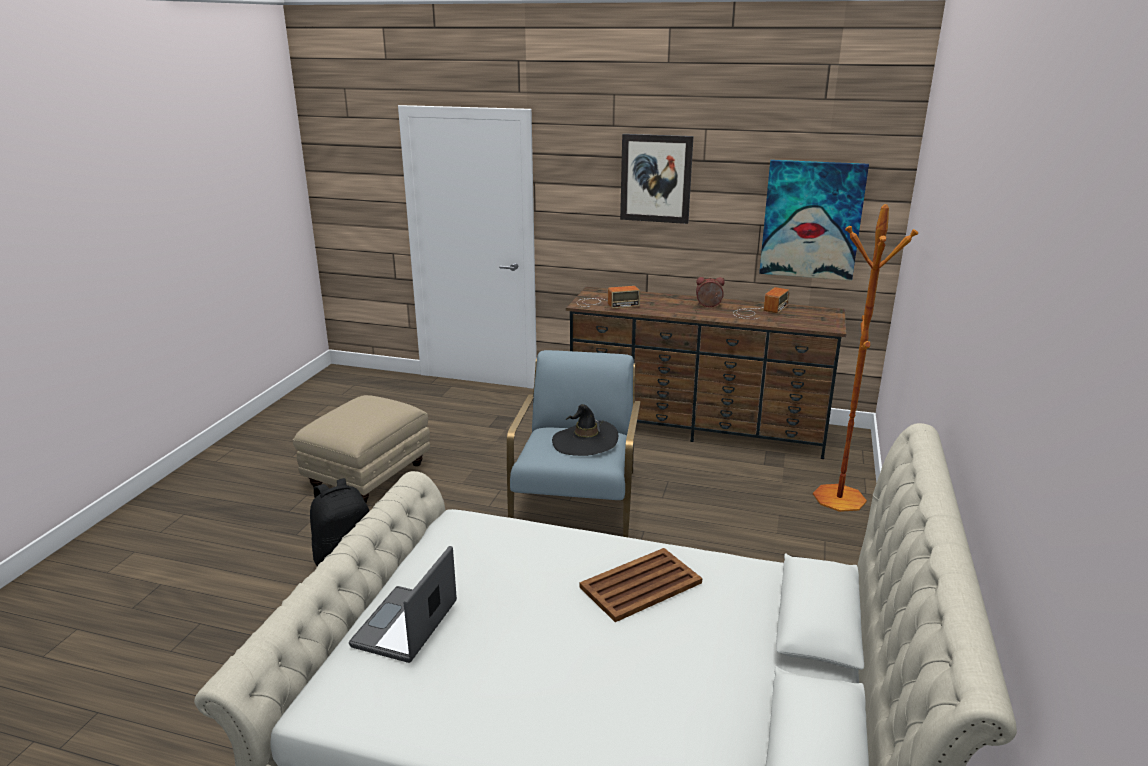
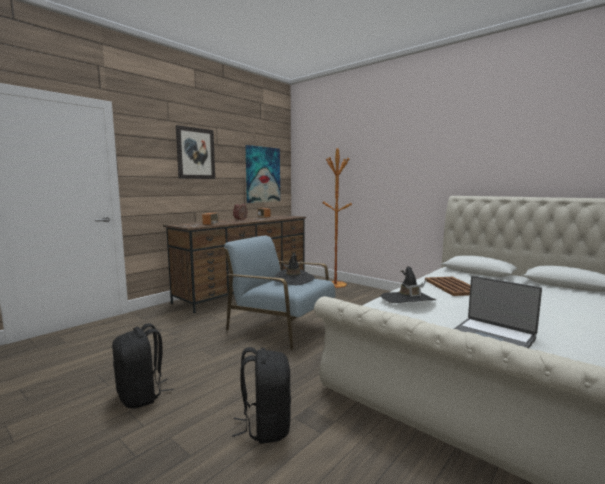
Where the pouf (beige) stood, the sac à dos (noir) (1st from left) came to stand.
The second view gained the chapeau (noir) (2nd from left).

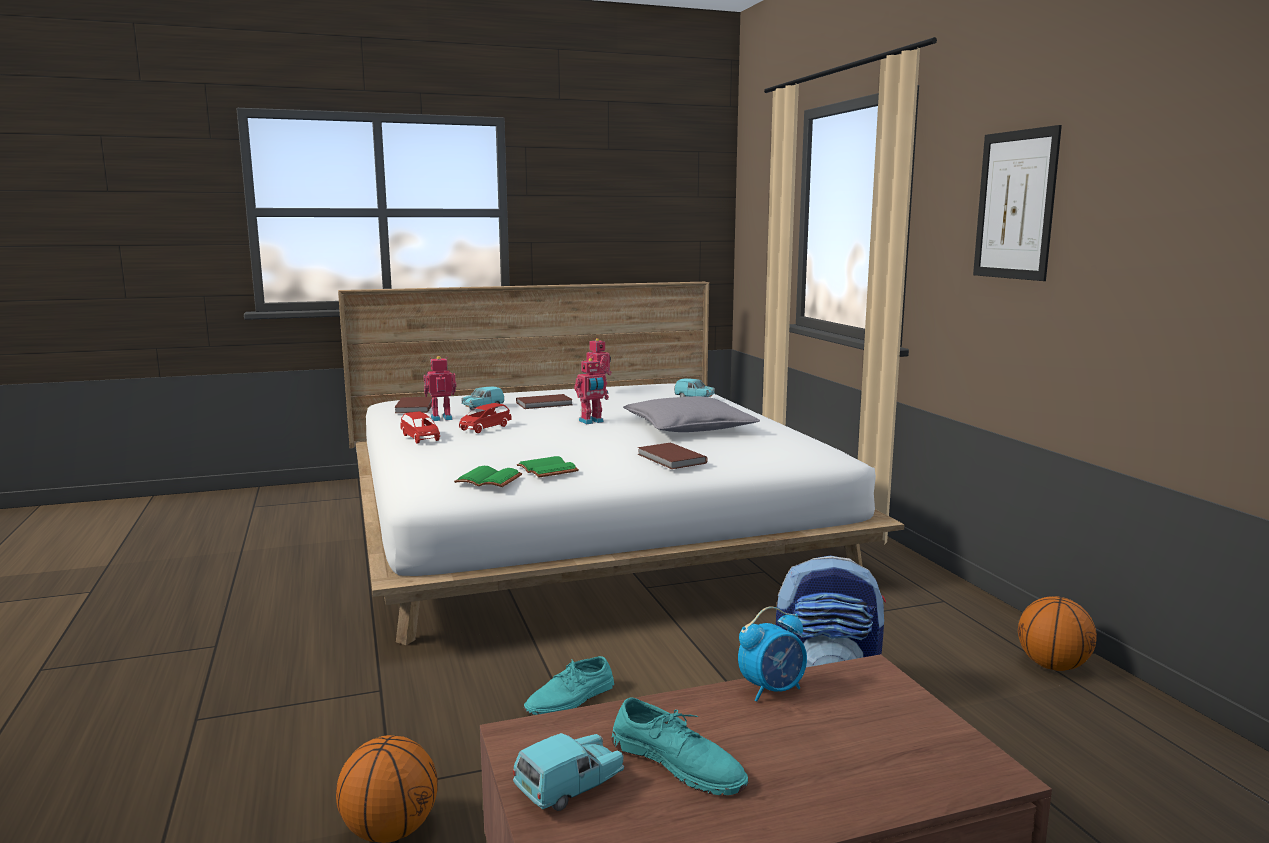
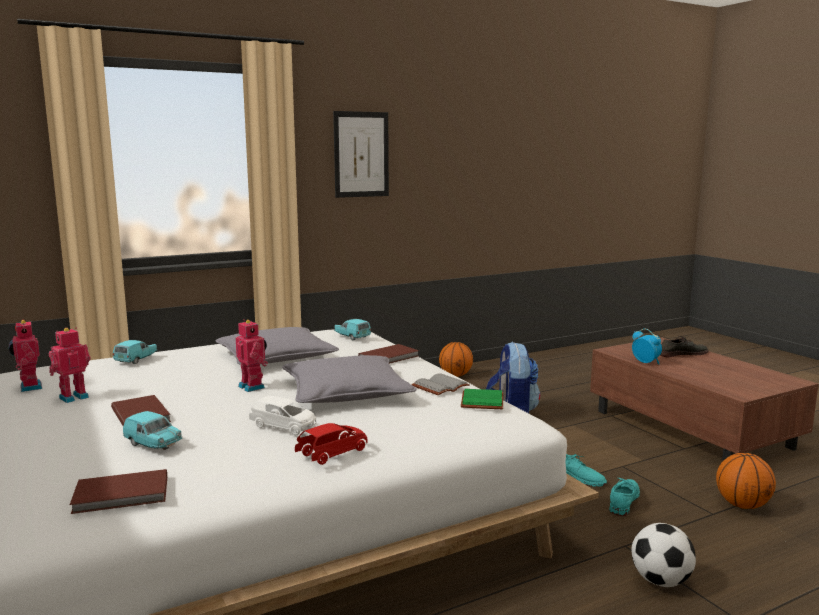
The robot jouet (1st from left) ended up elsewhere.
What was the petite voiture (rouge) (2nd from left) turned into the petite voiture (blanc).
The second view gained the coussin (gris) (2nd from left).
The petite voiture (turquoise) (2nd from left in the first image) ended up elsewhere.
What was the livre (vert) (2nd from left) turned into the livre (gris).
The chaussure (turquoise) (2nd from left) ended up elsewhere.
The second view gained the ballon de foot.
The second view gained the chaussure (gris).

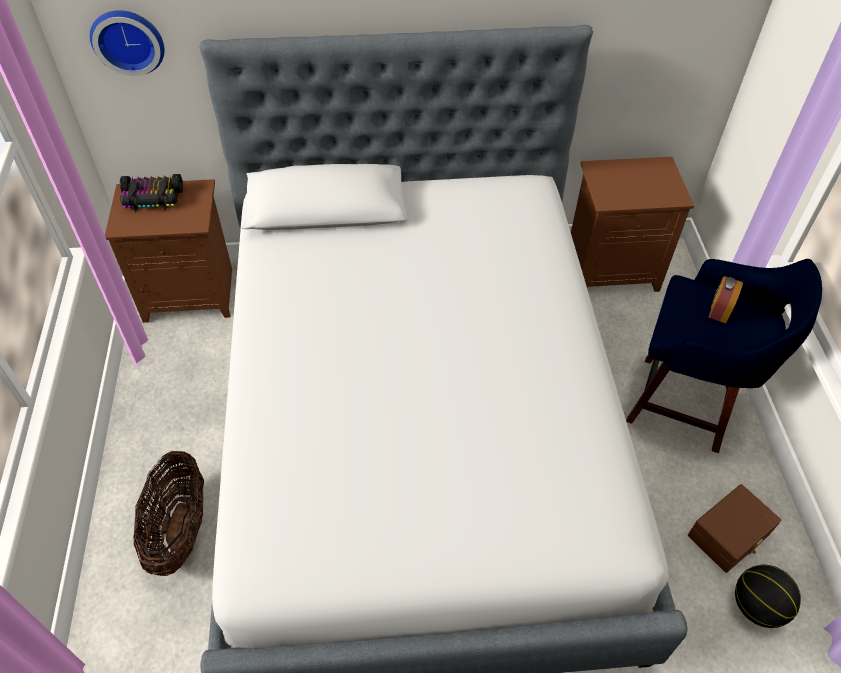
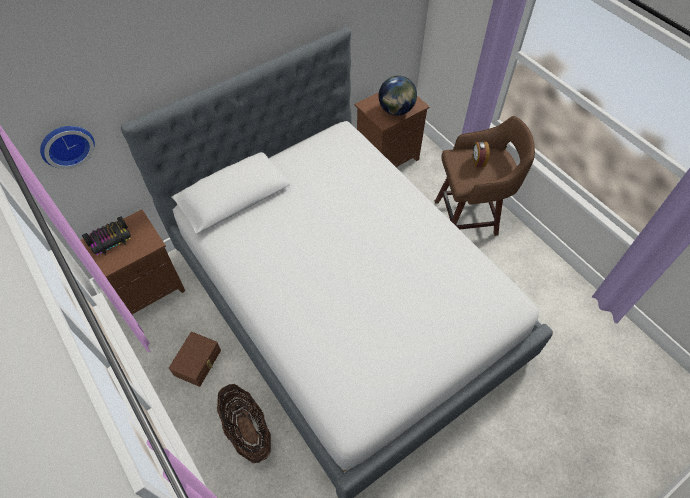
The boîte de rangement (marron) ended up elsewhere.
The second view gained the globe.
What was the tabouret (bleu) turned into the tabouret (marron).
The second view lost the ballon de basket.

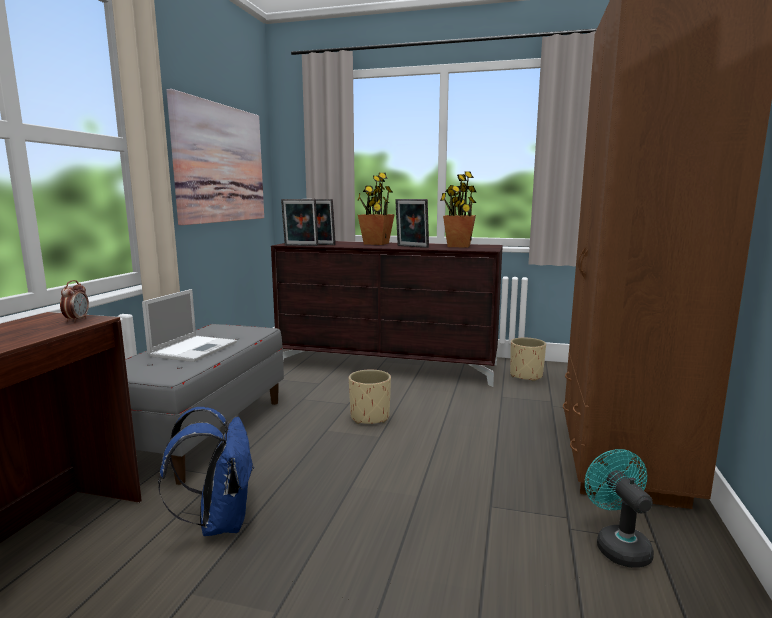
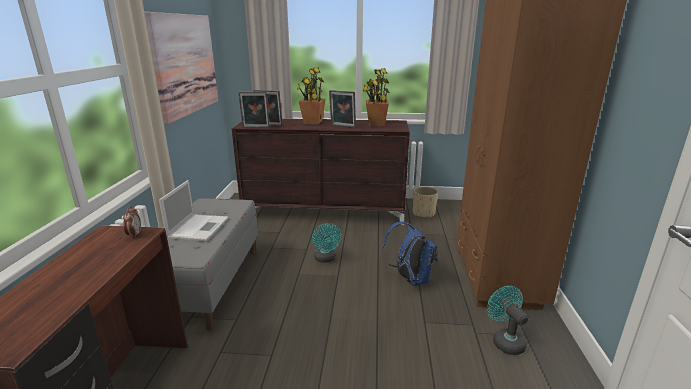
Where the cache-pot (beige) (1st from left) stood, the ventilateur (turquoise) (1st from left) came to stand.
The sac à dos (bleu) ended up elsewhere.

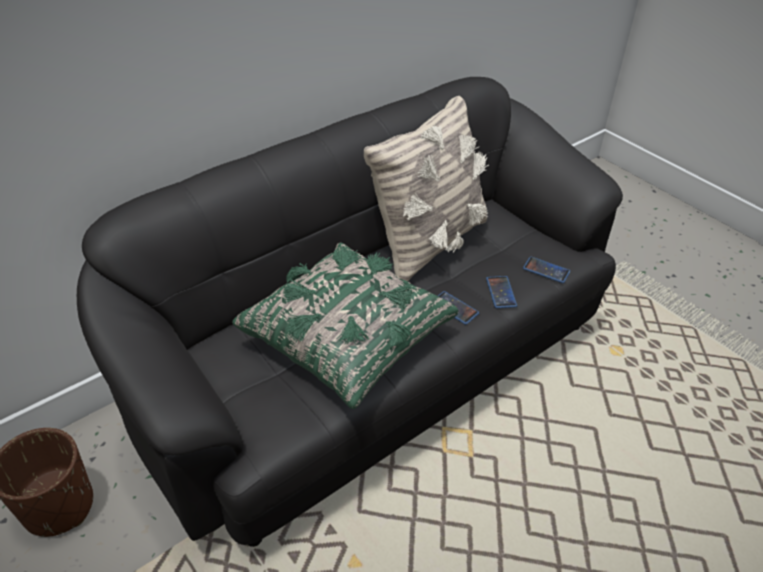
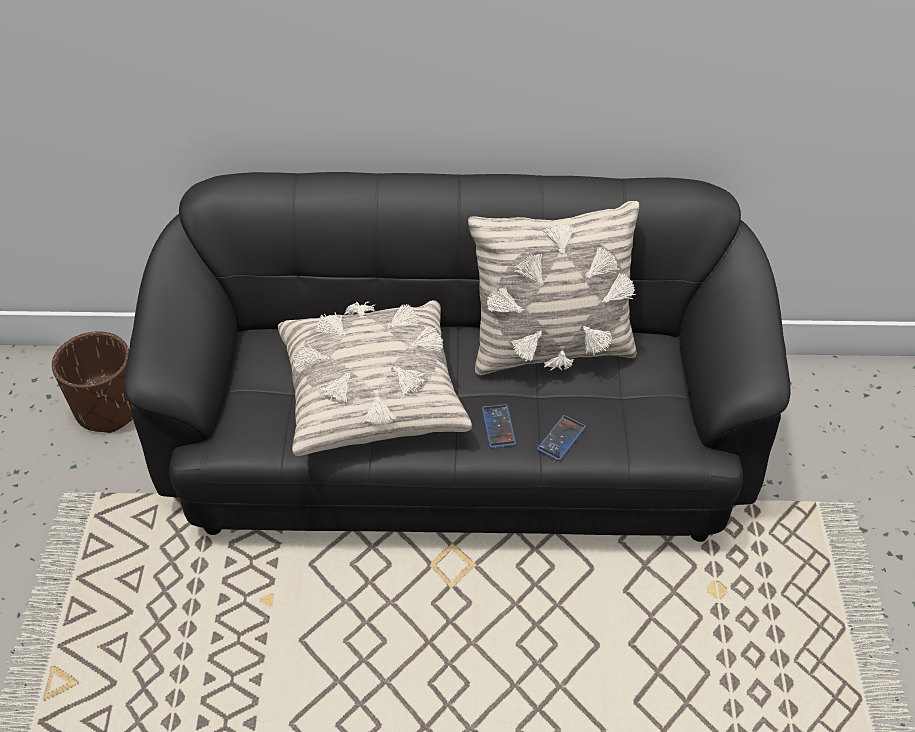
What was the coussin (vert) turned into the coussin (beige) (1st from left).
The second view lost the téléphone (3rd from left).

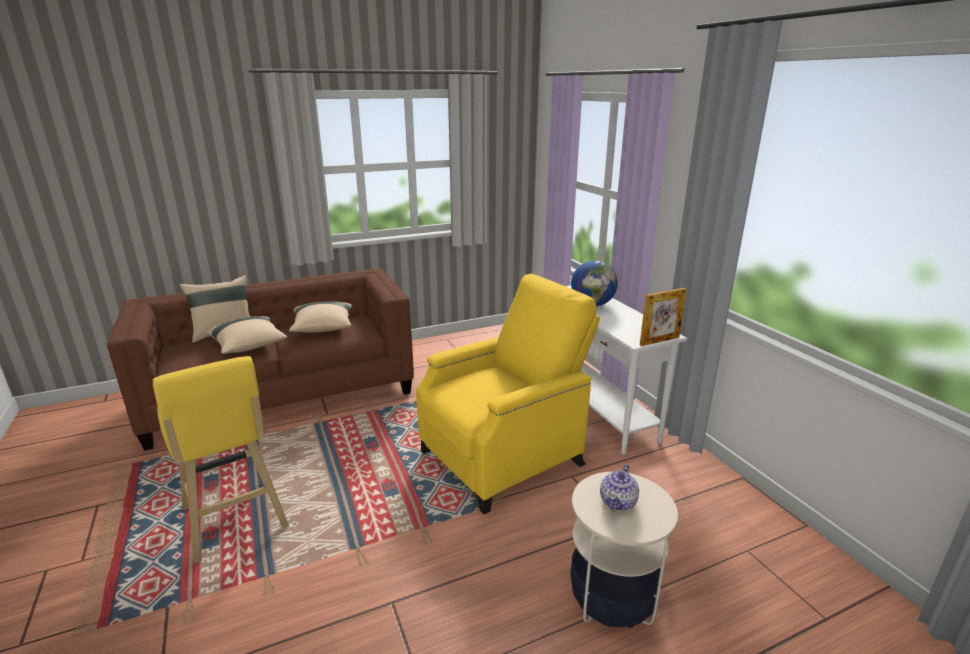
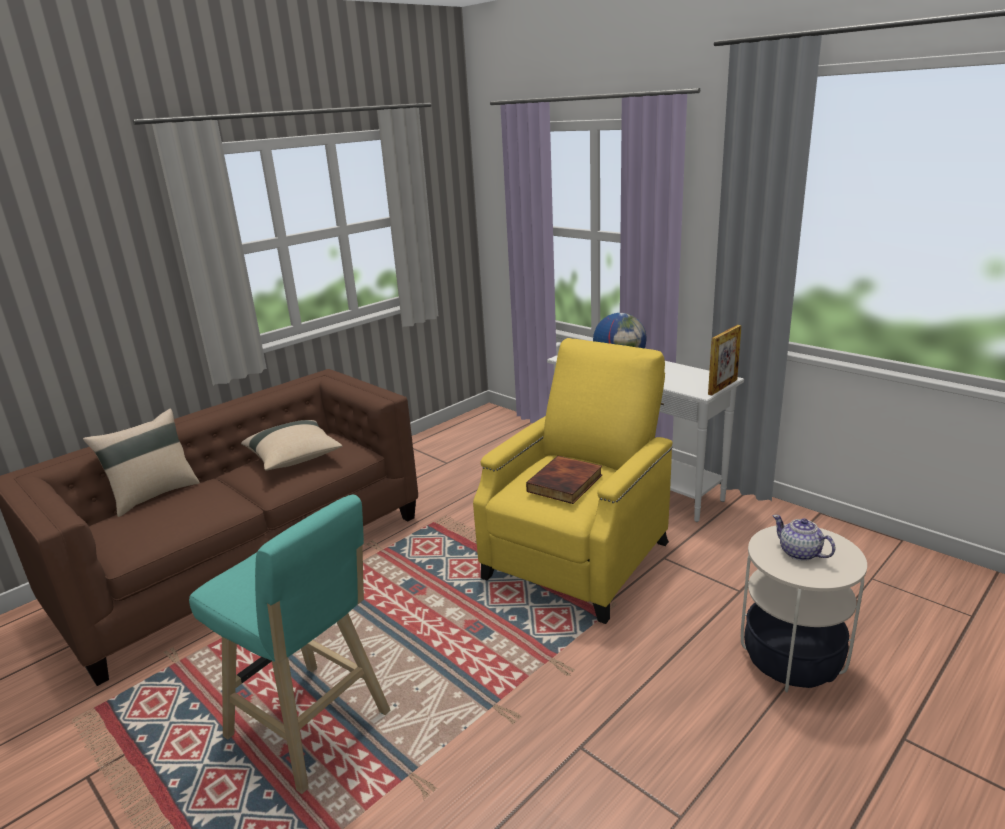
What was the tabouret (jaune) turned into the tabouret (turquoise).
The second view gained the livre.
The théière ended up facing another way, 135 degrees clockwise from before.
The second view lost the coussin (beige) (2nd from left).

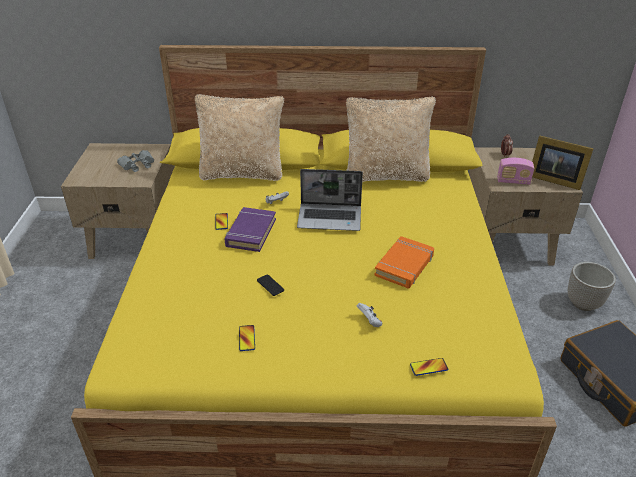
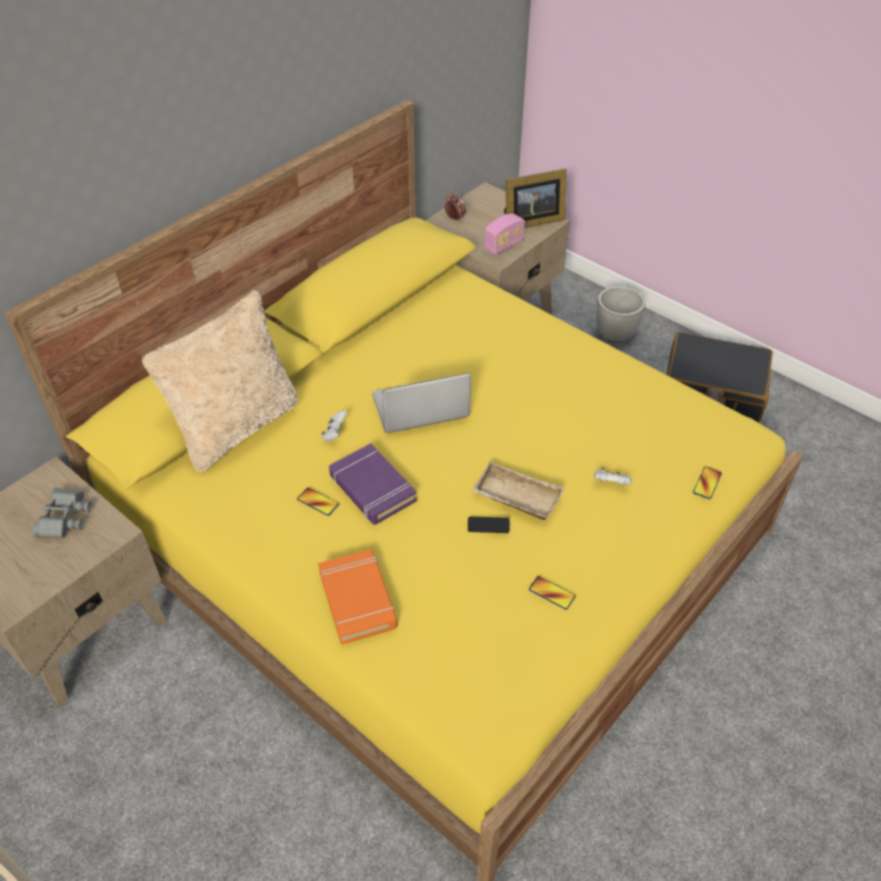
The livre (orange) ended up elsewhere.
The ordinateur portable ended up facing another way, 150 degrees counterclockwise from before.
The second view gained the plateau (beige).
The second view lost the coussin (beige) (2nd from left).

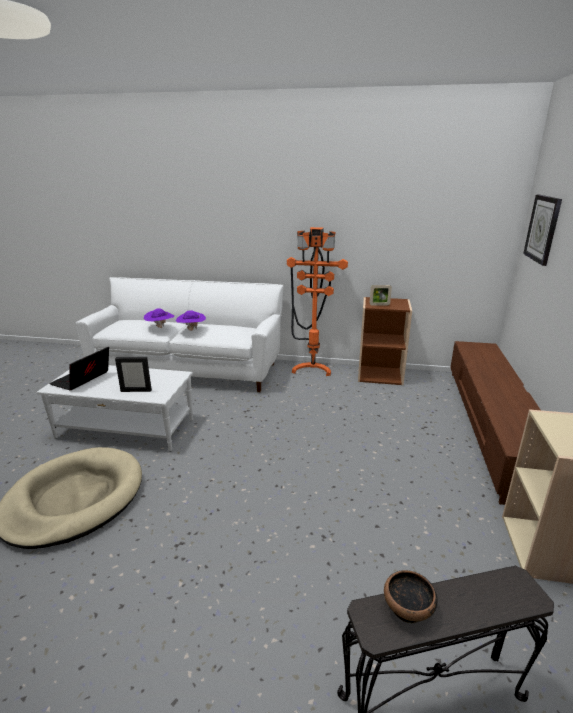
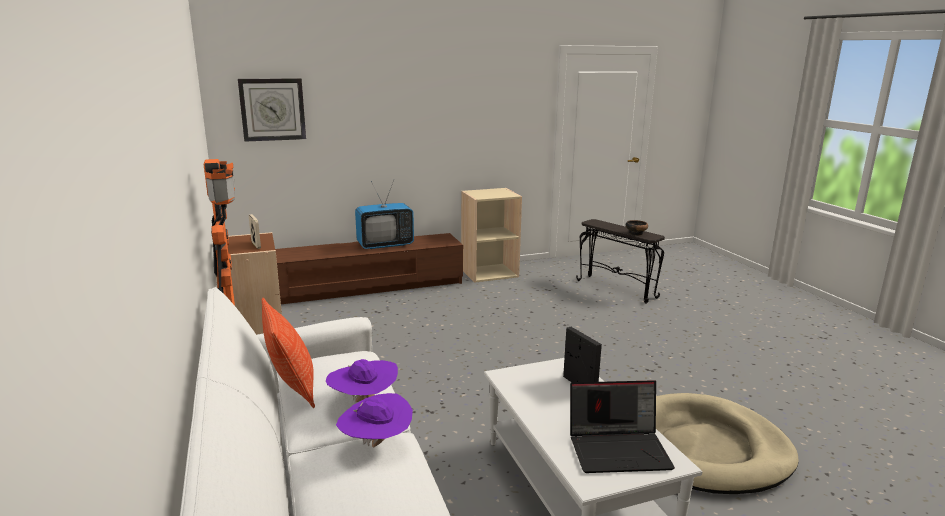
The second view gained the coussin (orange).
The second view gained the téléviseur.

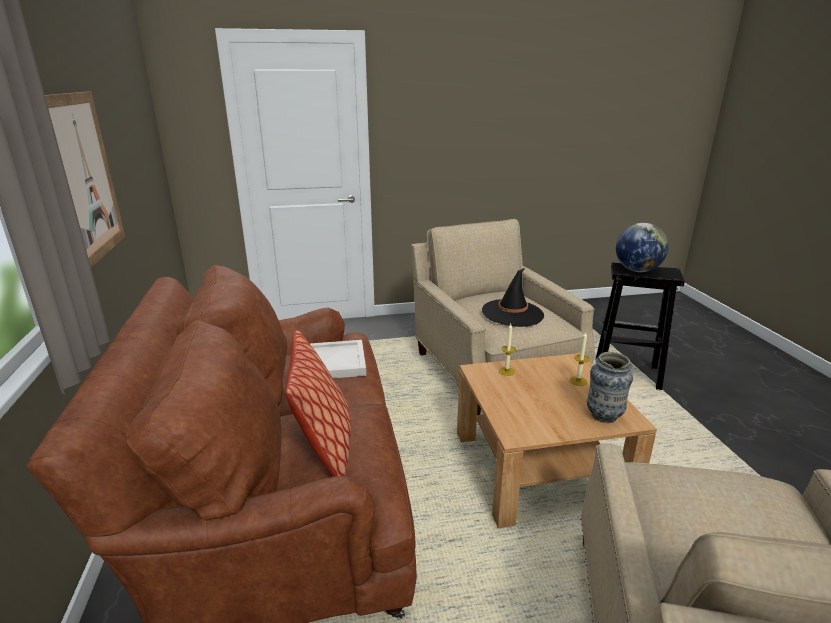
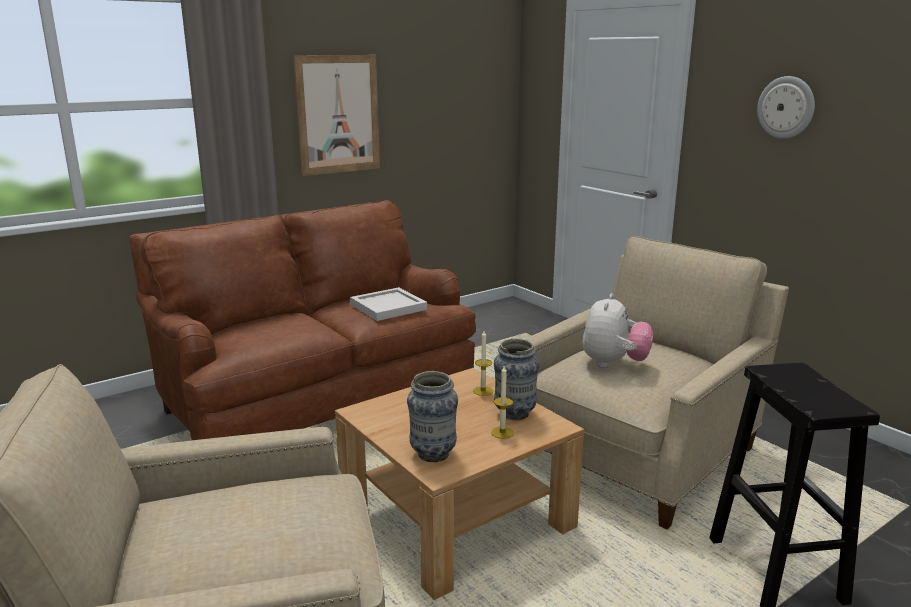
The second view gained the vase (2nd from left).
Where the chapeau (noir) stood, the peluche came to stand.
The second view gained the horloge murale.
The second view lost the coussin.
The second view lost the globe.

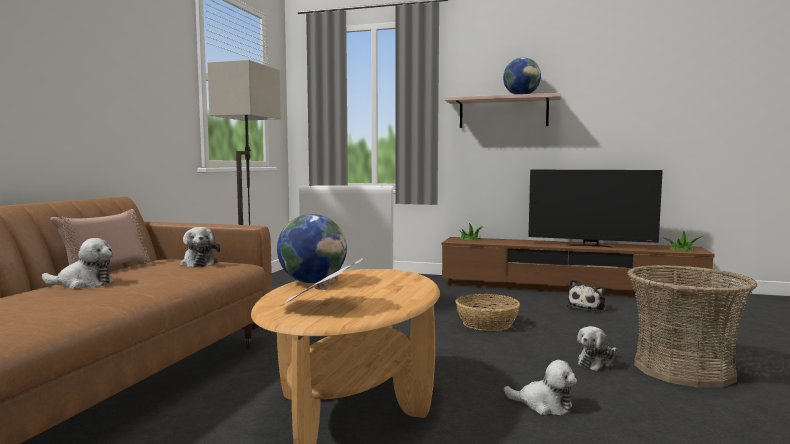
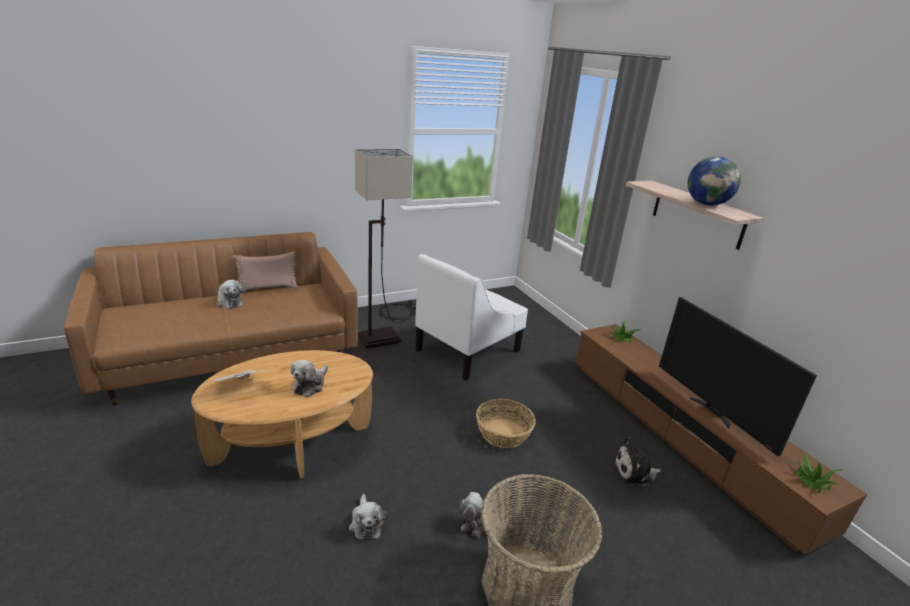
The peluche (2nd from left) ended up elsewhere.
The second view lost the globe (1st from left).

